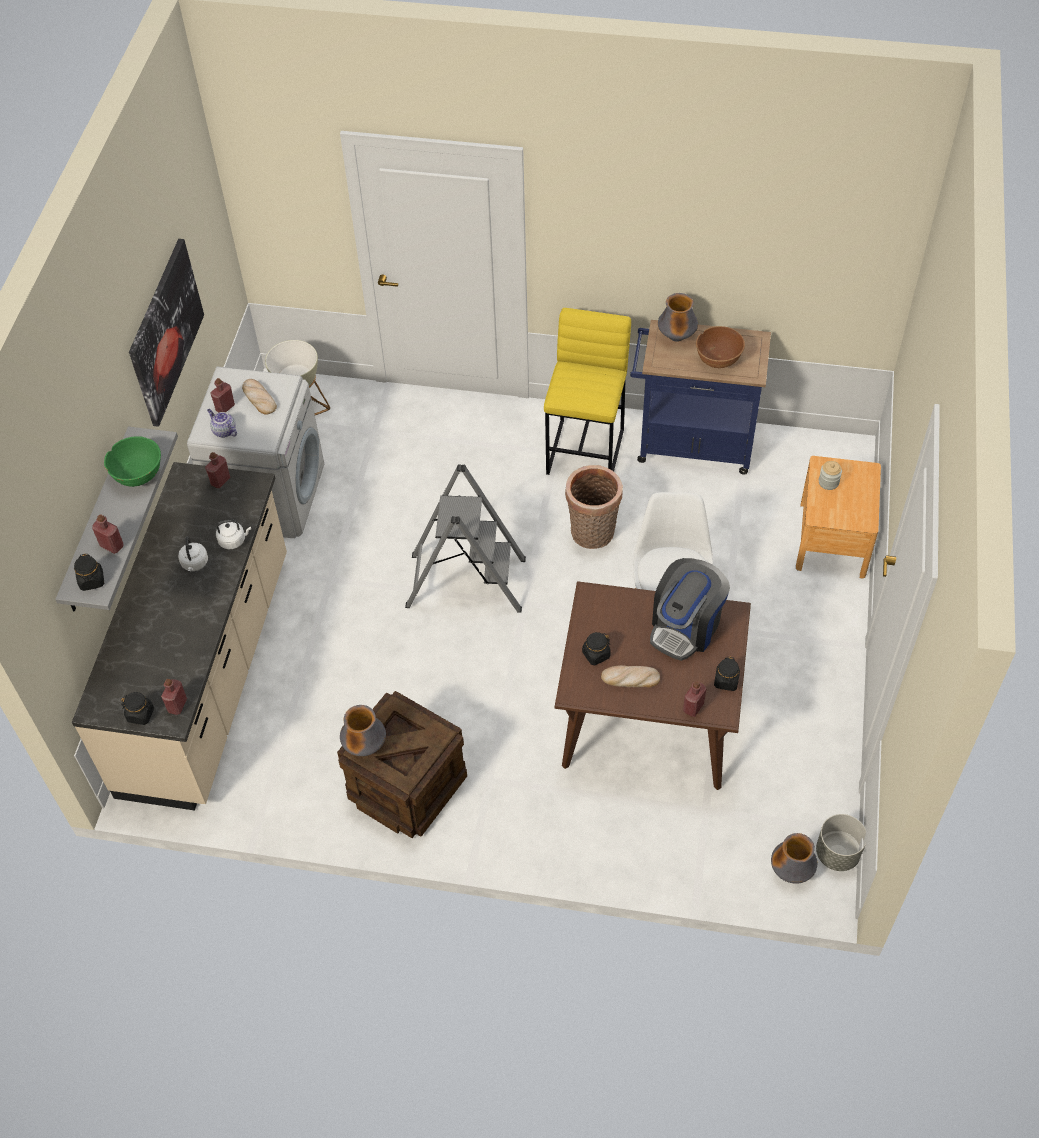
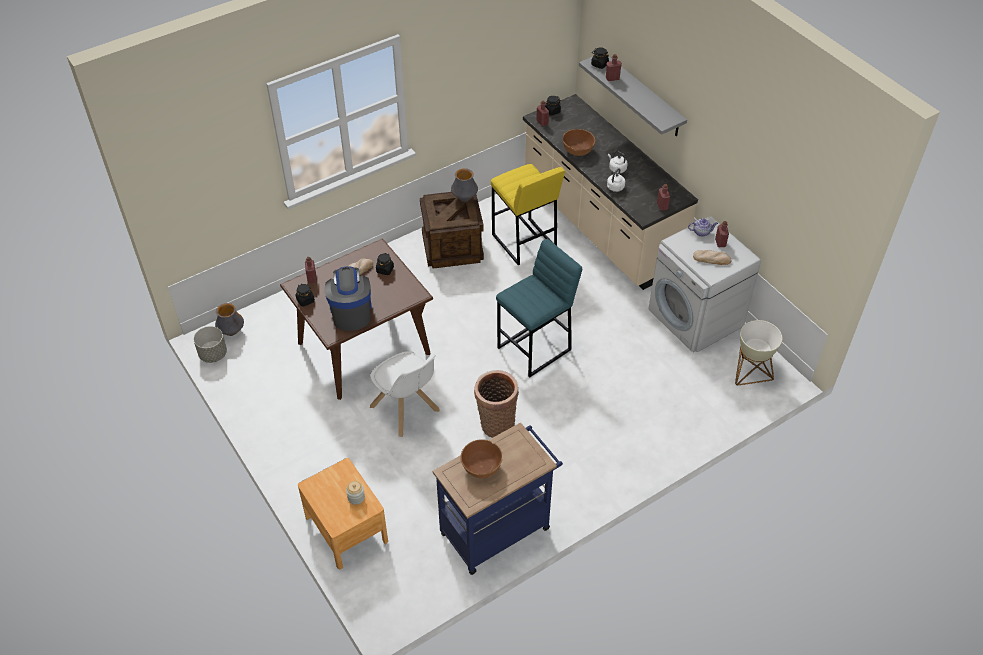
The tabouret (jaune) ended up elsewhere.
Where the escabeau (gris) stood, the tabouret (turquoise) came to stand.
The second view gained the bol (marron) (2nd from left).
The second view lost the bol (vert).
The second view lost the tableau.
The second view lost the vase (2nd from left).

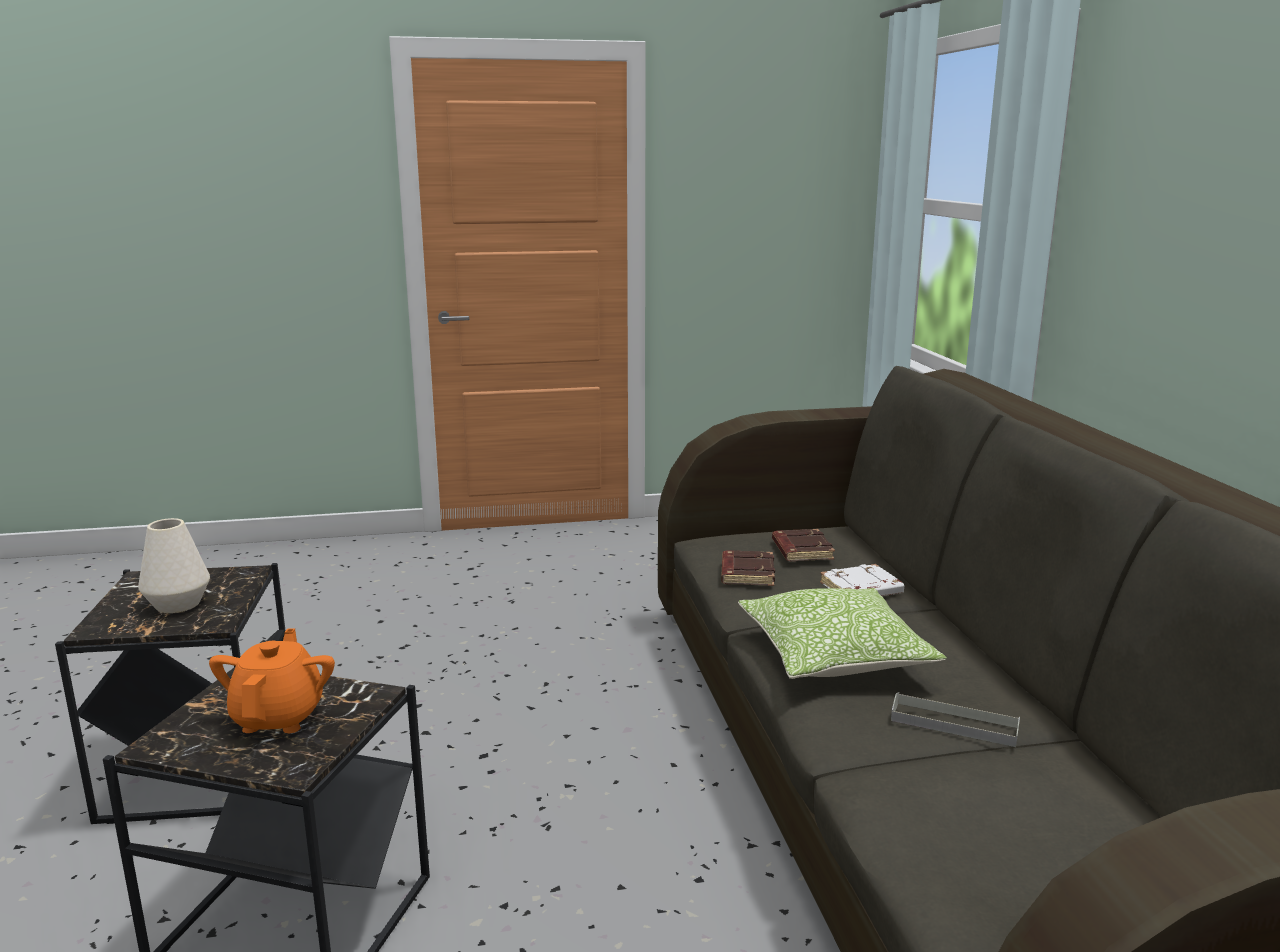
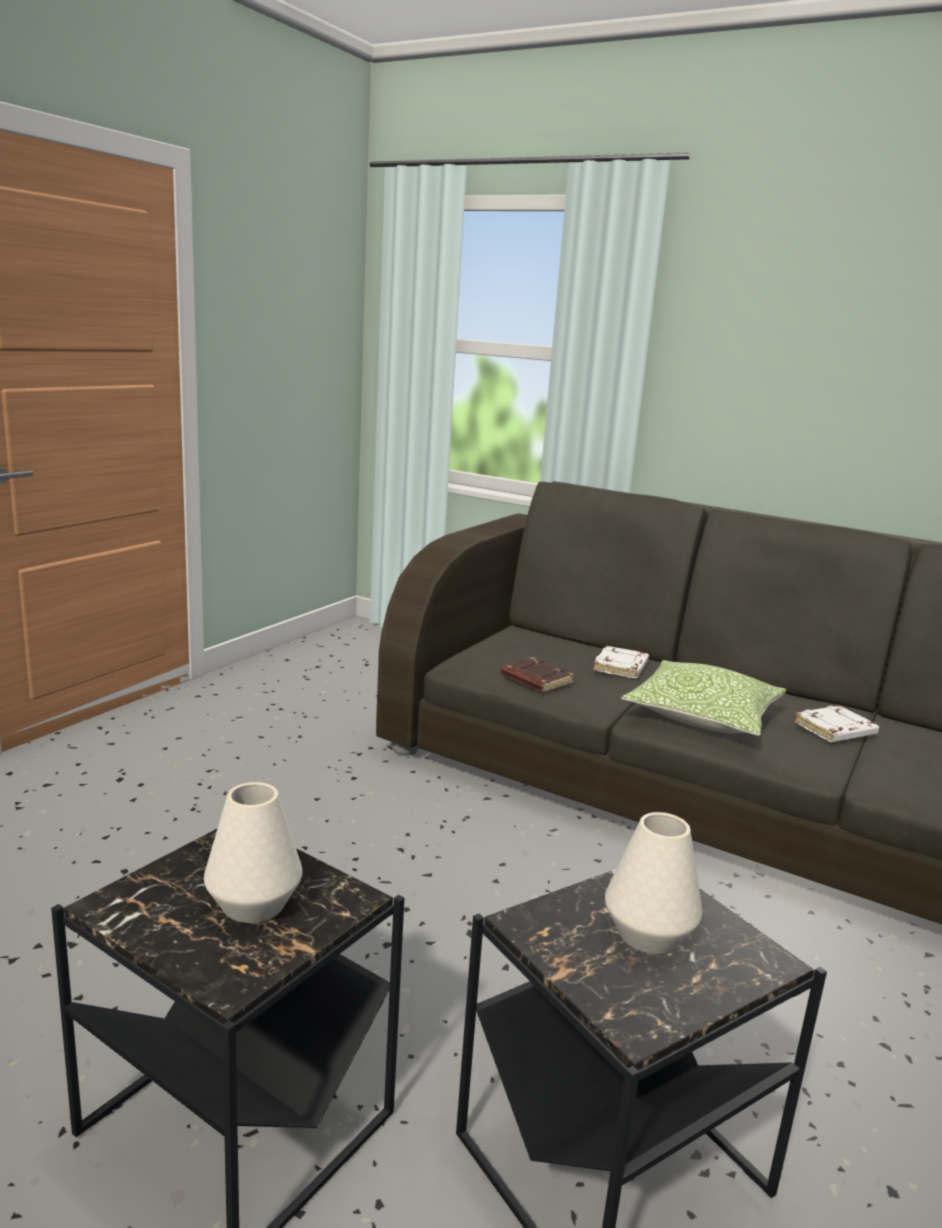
Where the théière (orange) stood, the vase (blanc) (2nd from left) came to stand.
Where the plateau (gris) stood, the livre (blanc) (2nd from left) came to stand.
The second view lost the livre (marron) (2nd from left).

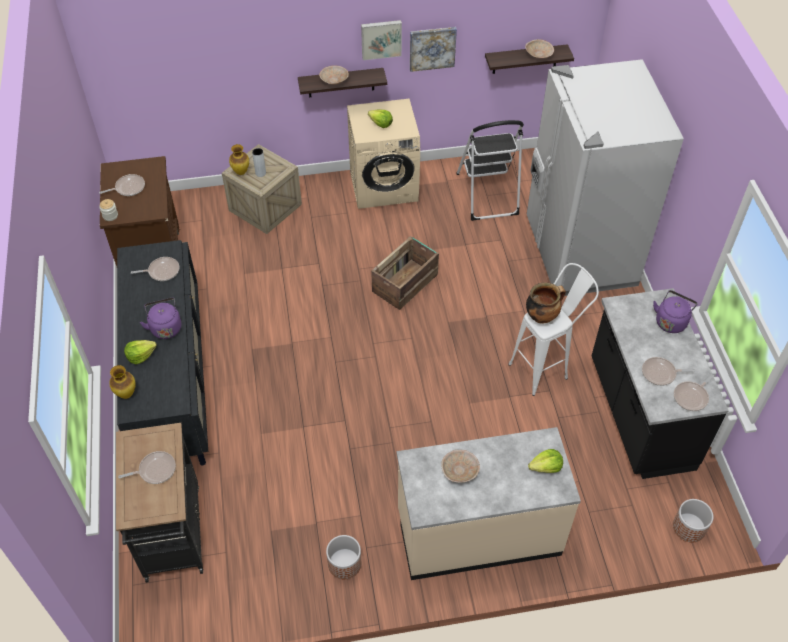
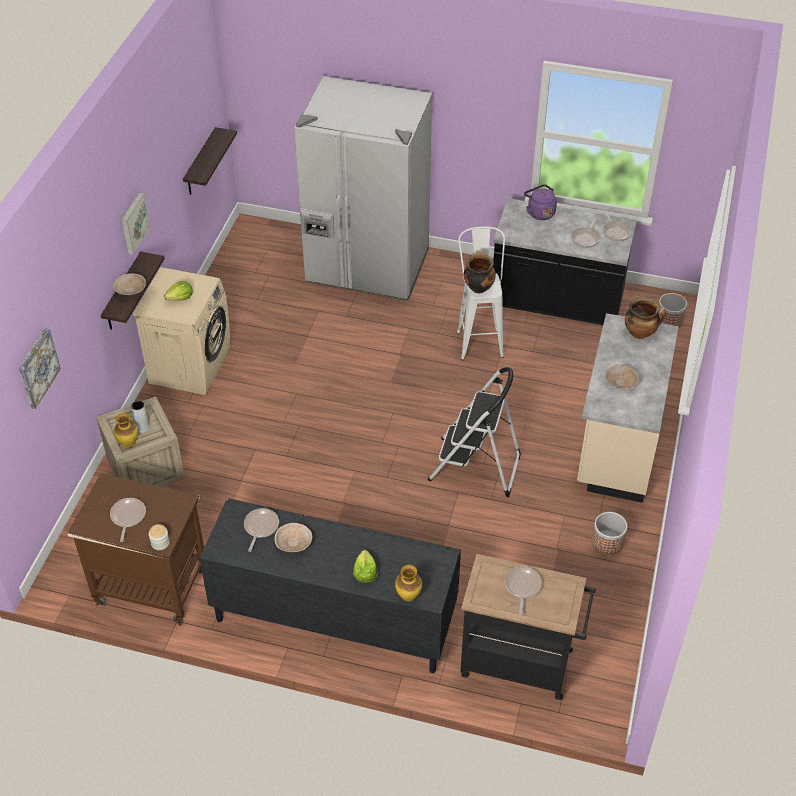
The tableau (2nd from left in the first image) ended up elsewhere.
The bol (beige) (3rd from left in the first image) ended up elsewhere.
The escabeau ended up elsewhere.
Where the laitue (3rd from left) stood, the marmite (2nd from left) came to stand.
The second view lost the bouilloire (violet) (1st from left).
The second view lost the caisse (2nd from left).

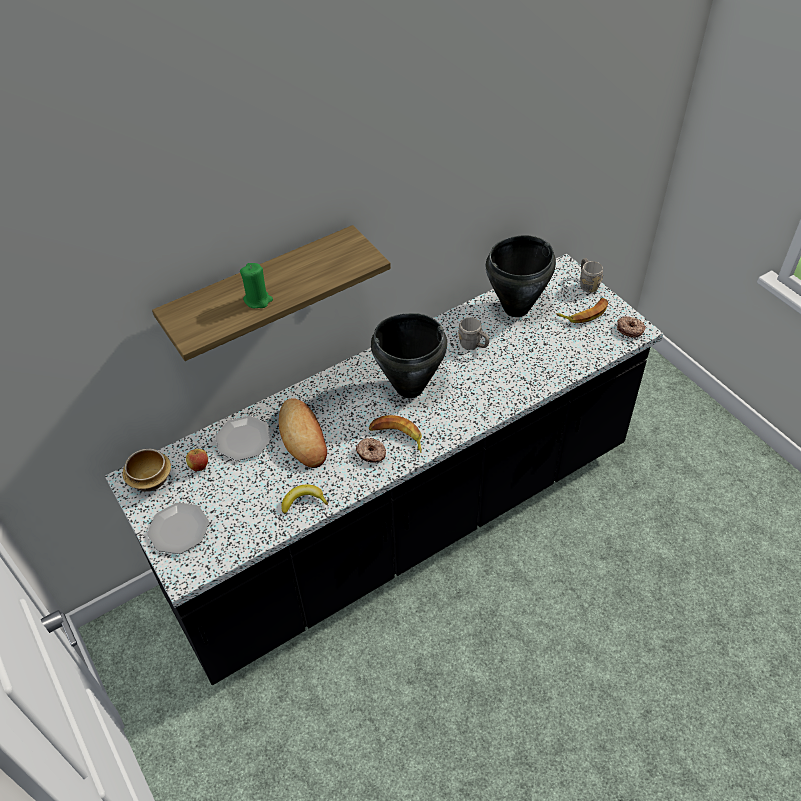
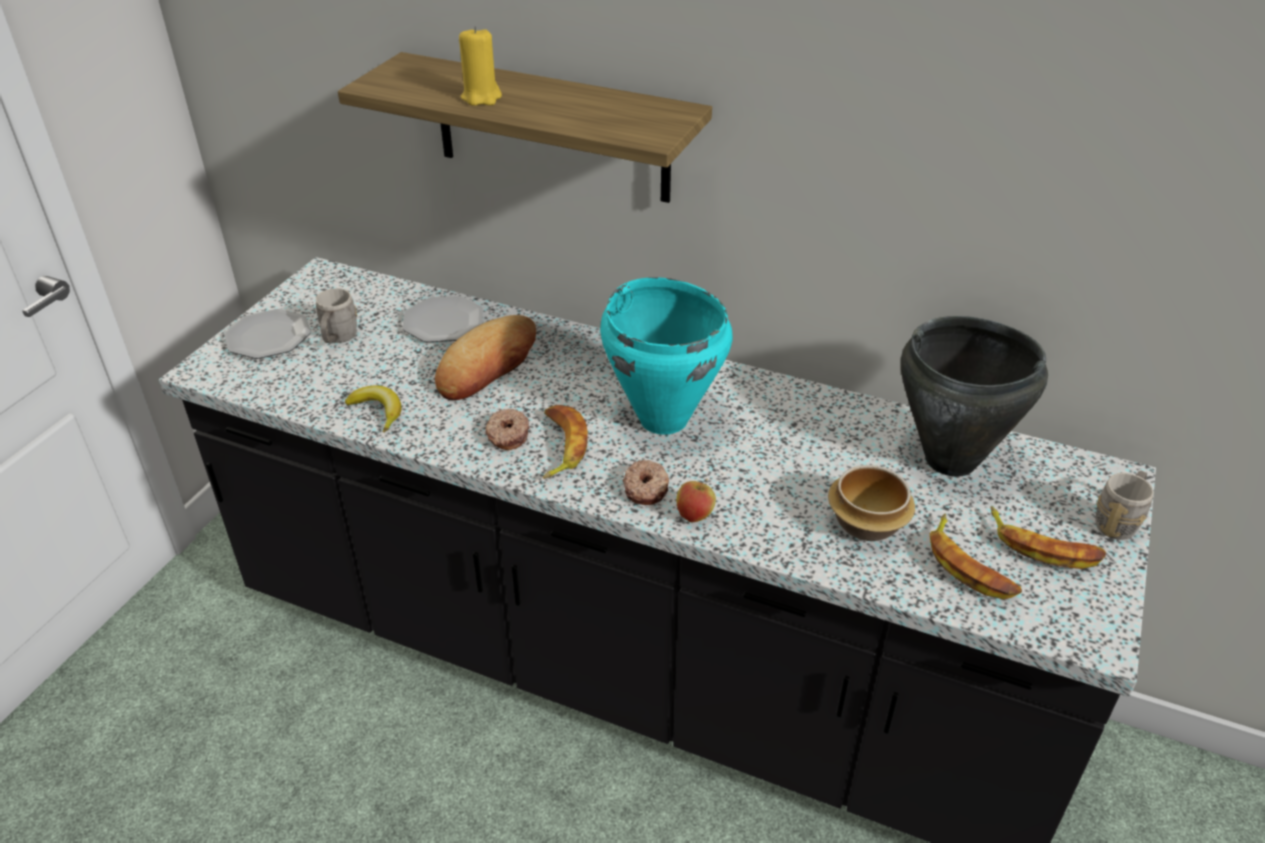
The mug (gris) (1st from left) ended up elsewhere.
What was the bougie (vert) turned into the bougie (jaune).
What was the marmite (noir) (1st from left) turned into the marmite (turquoise).
The beignet (2nd from left) ended up elsewhere.
The pomme ended up elsewhere.
The bol ended up elsewhere.
The second view gained the banane (3rd from left).

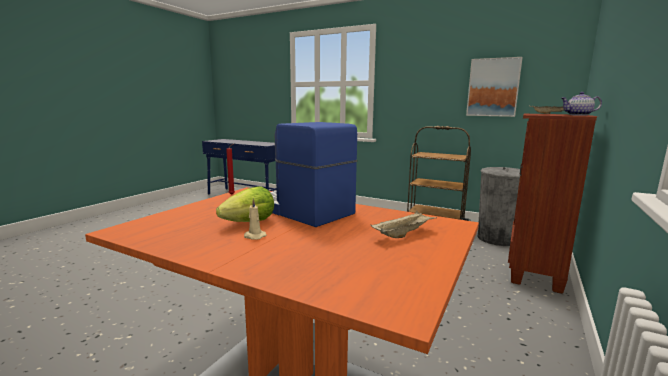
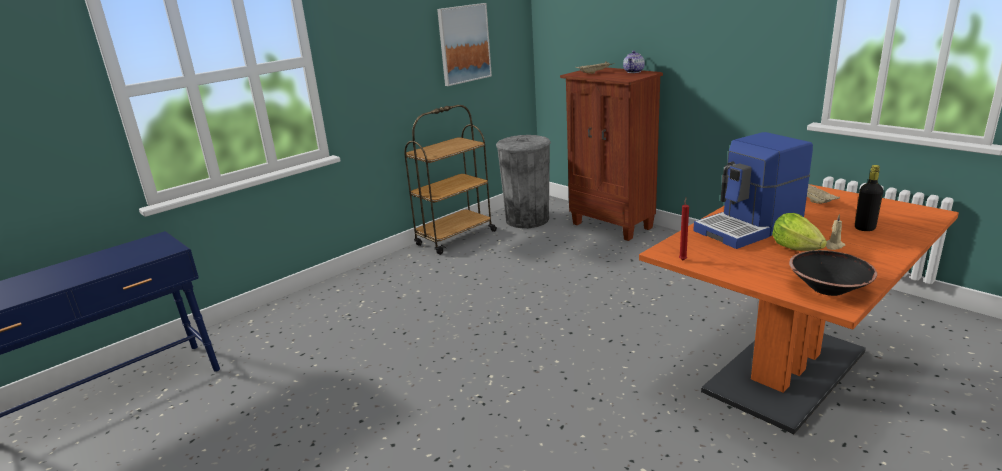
The second view gained the bol (noir).
The second view gained the bouteille (noir).

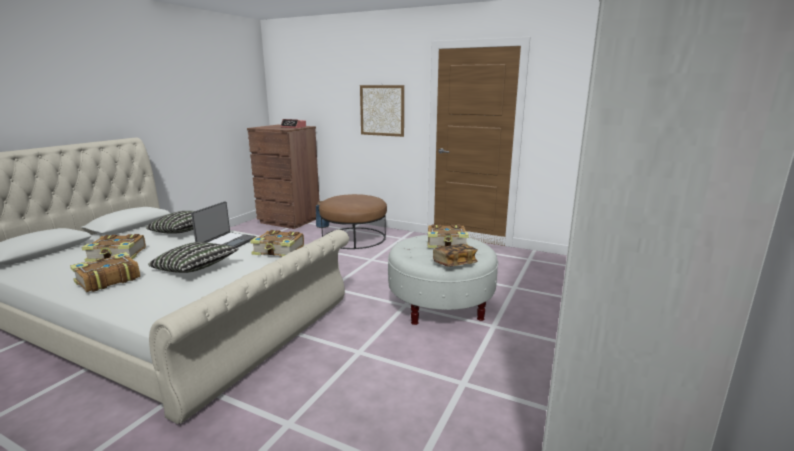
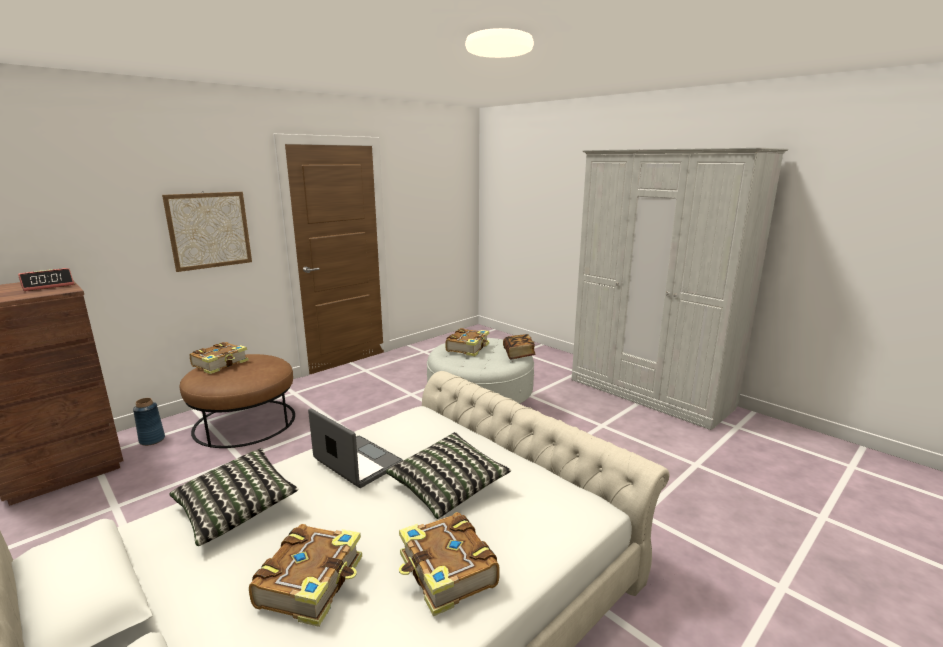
The livre (3rd from left in the first image) ended up elsewhere.

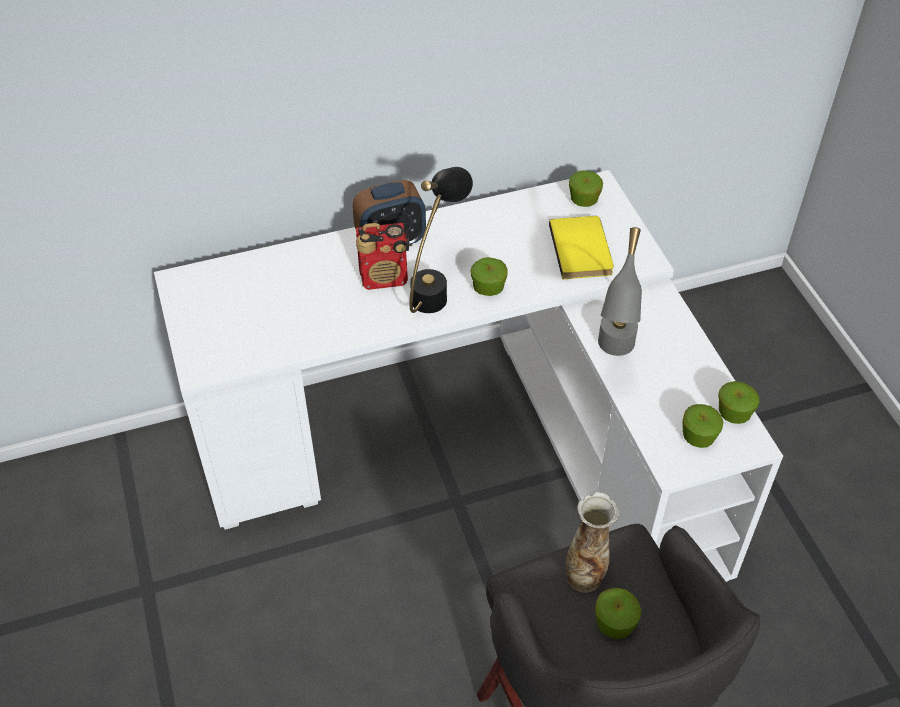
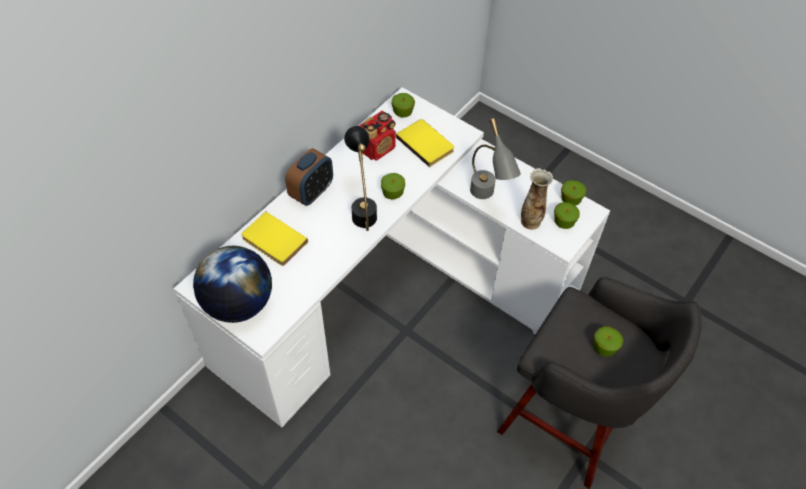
The second view gained the globe.
The second view gained the livre (jaune) (1st from left).
The radio ended up elsewhere.
The vase ended up elsewhere.

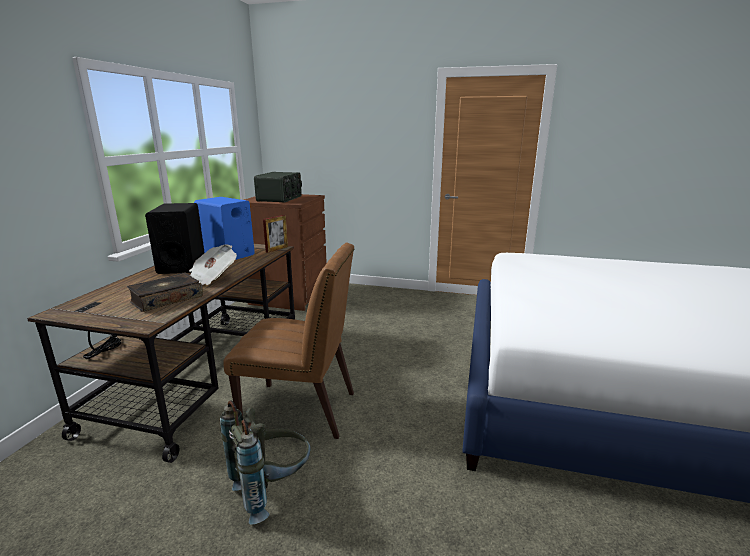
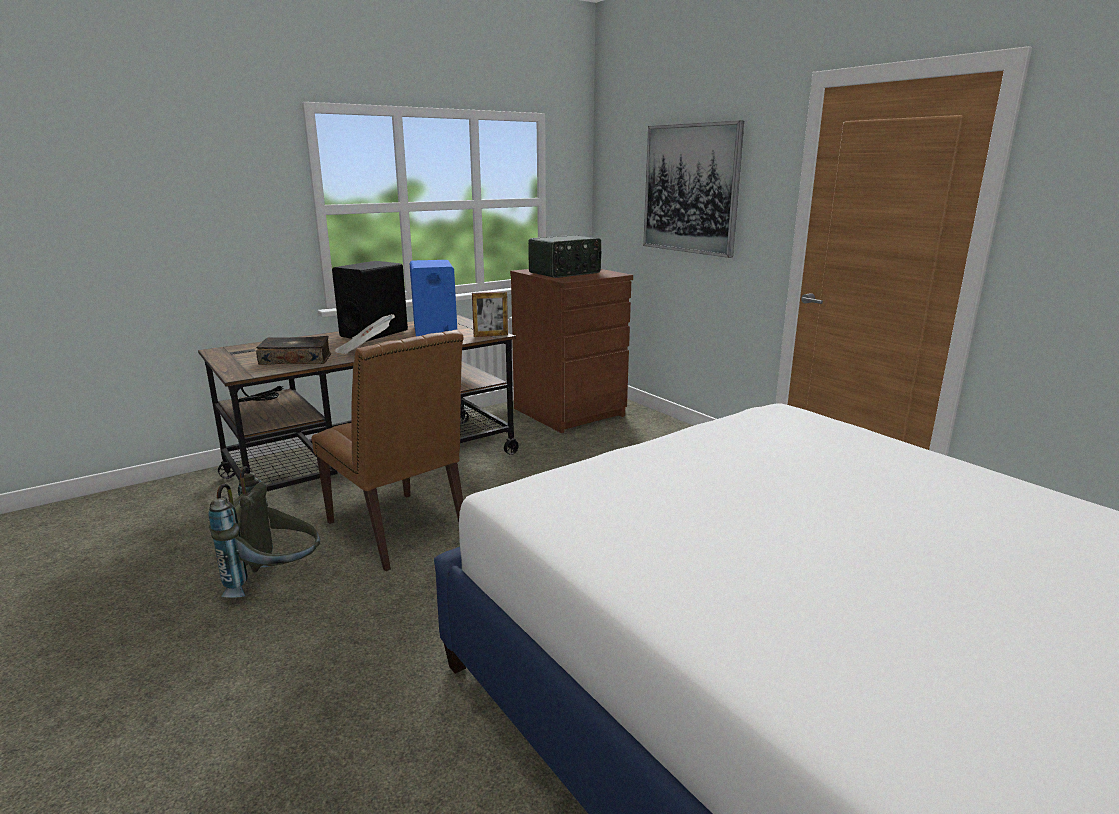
The second view gained the tableau.

